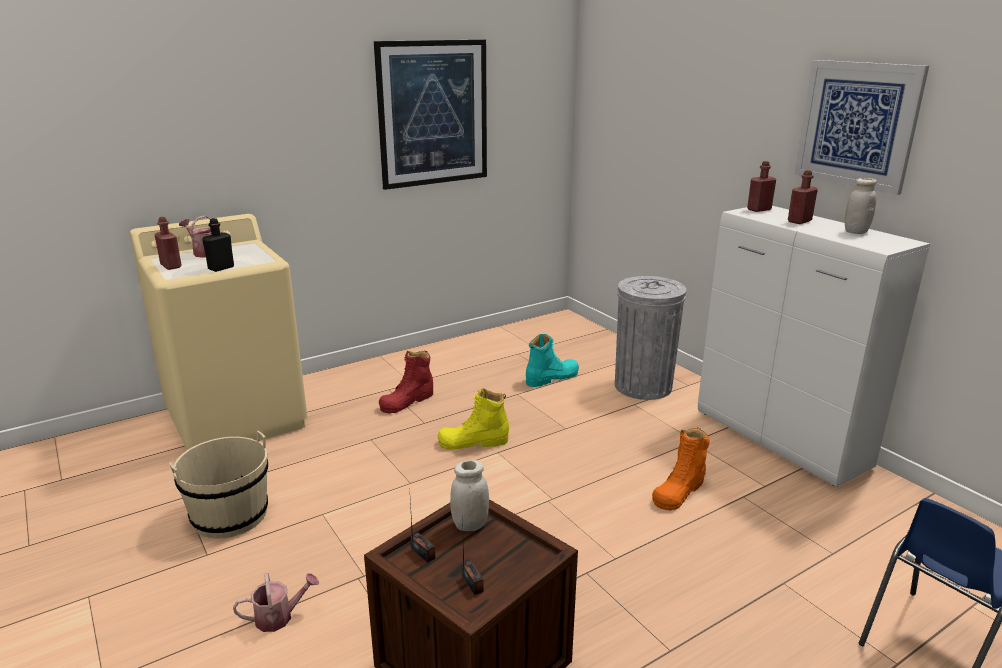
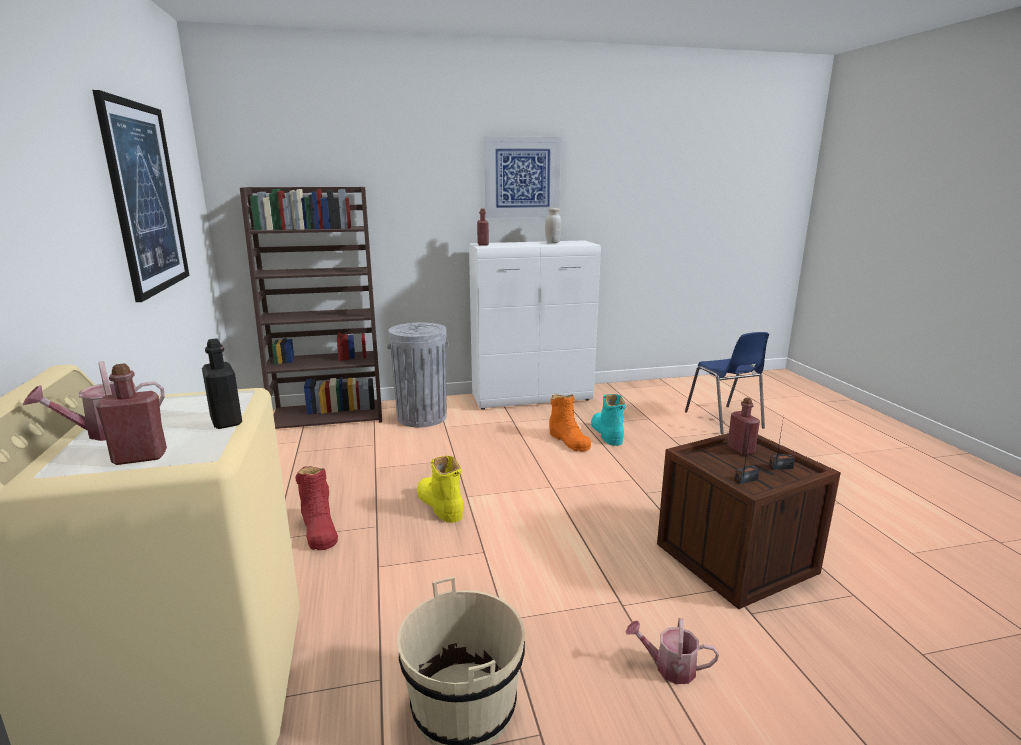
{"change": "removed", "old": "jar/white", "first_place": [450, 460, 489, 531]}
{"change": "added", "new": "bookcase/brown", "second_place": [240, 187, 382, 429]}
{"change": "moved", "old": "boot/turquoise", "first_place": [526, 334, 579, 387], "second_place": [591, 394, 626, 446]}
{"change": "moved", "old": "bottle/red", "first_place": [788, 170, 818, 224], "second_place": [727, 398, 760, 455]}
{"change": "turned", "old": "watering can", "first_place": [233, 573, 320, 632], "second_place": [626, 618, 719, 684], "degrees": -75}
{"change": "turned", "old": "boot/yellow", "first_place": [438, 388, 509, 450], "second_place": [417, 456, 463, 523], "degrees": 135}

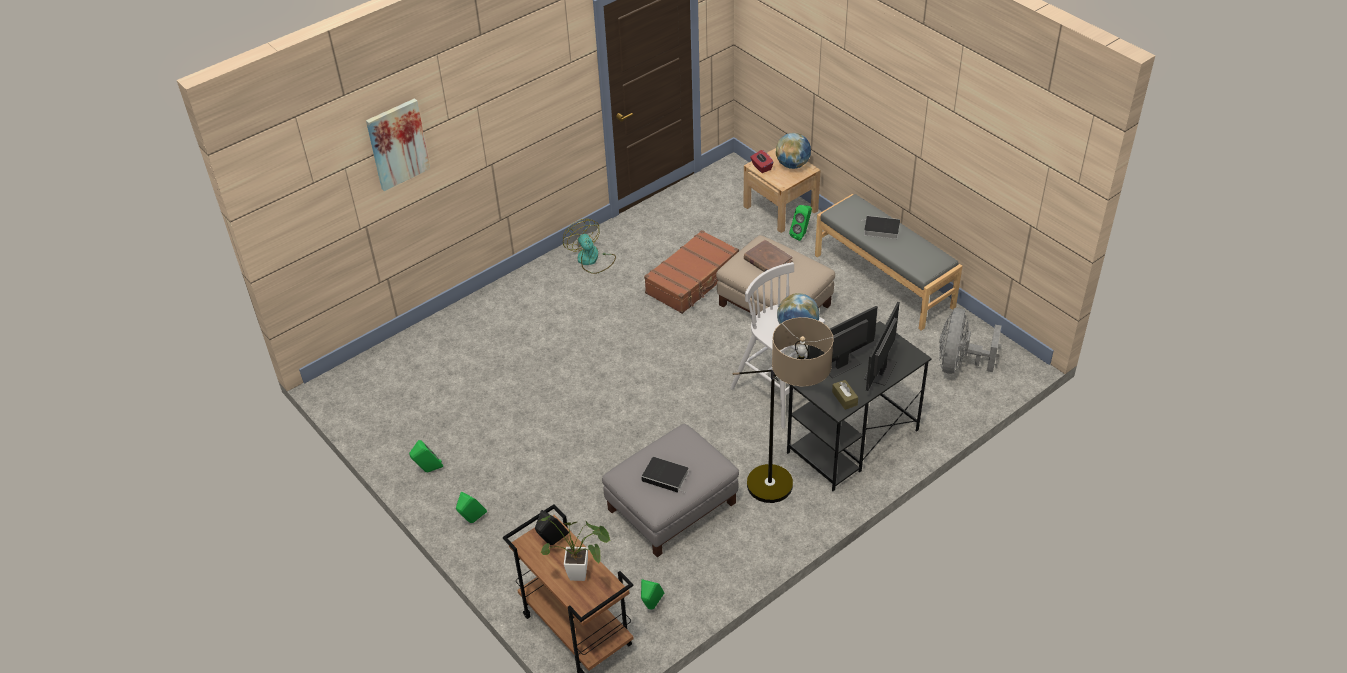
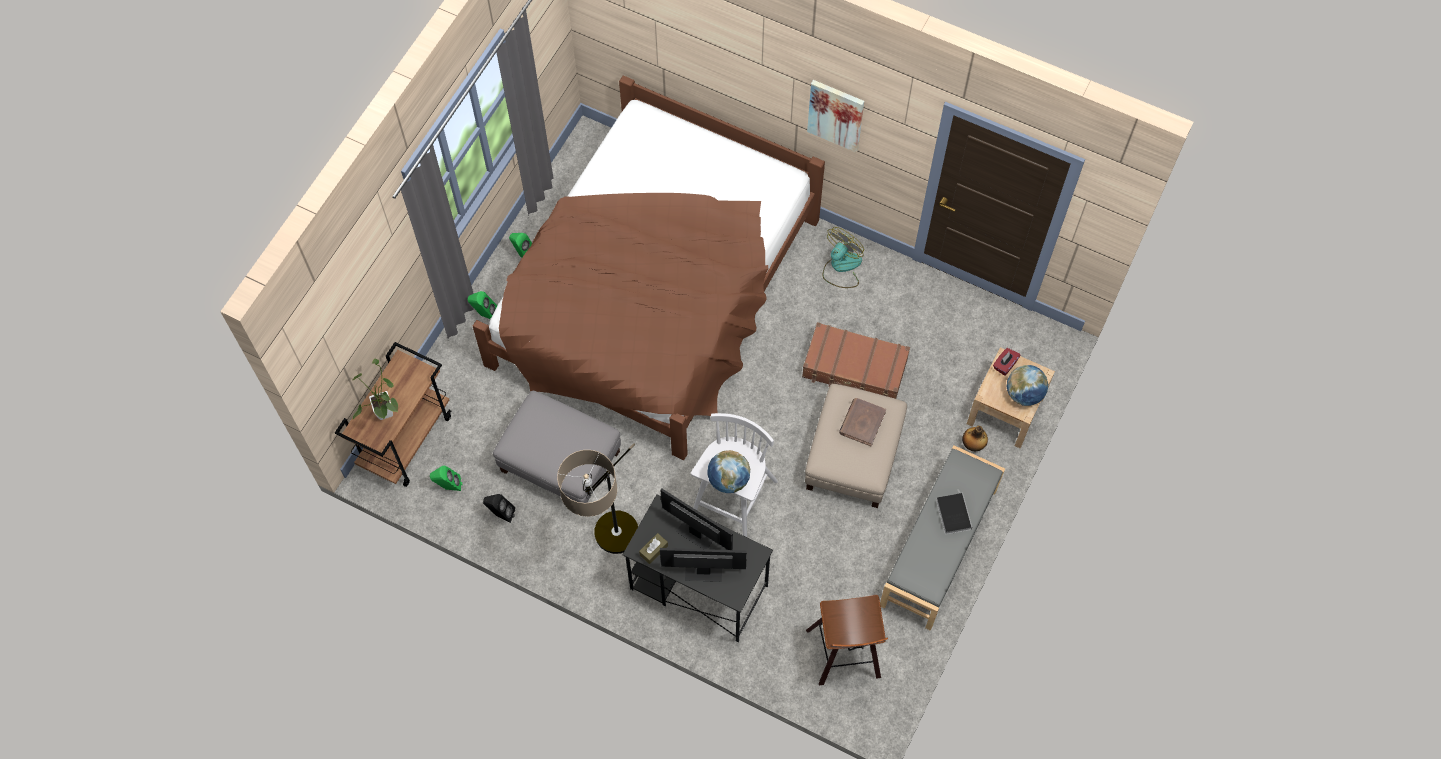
{"change": "removed", "old": "book", "first_place": [641, 457, 689, 494]}
{"change": "added", "new": "bed/brown", "second_place": [473, 75, 825, 460]}
{"change": "moved", "old": "picture", "first_place": [366, 98, 430, 191], "second_place": [807, 80, 864, 152]}
{"change": "moved", "old": "speaker/black", "first_place": [535, 510, 569, 545], "second_place": [483, 494, 515, 523]}
{"change": "replaced", "old": "speaker/green", "new": "bottle", "first_place": [789, 205, 812, 241], "second_place": [962, 425, 988, 451]}
{"change": "replaced", "old": "fan/grey", "new": "stool", "first_place": [939, 308, 1001, 374], "second_place": [806, 595, 888, 685]}

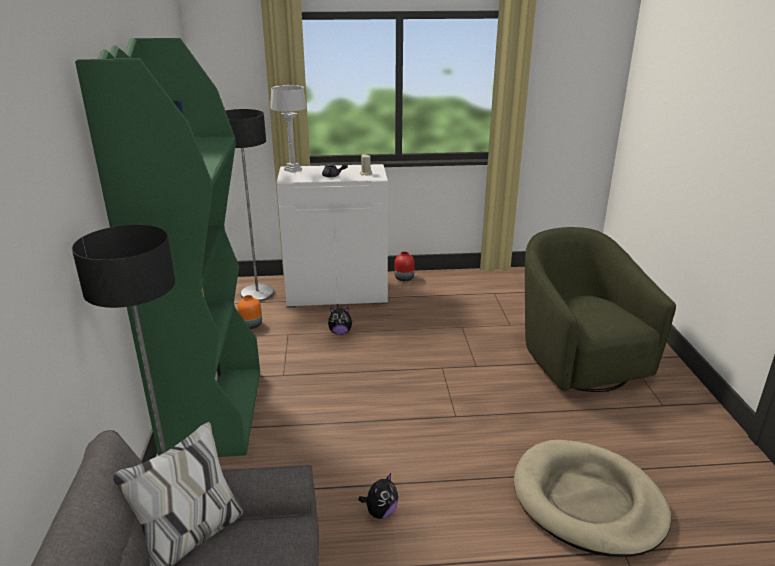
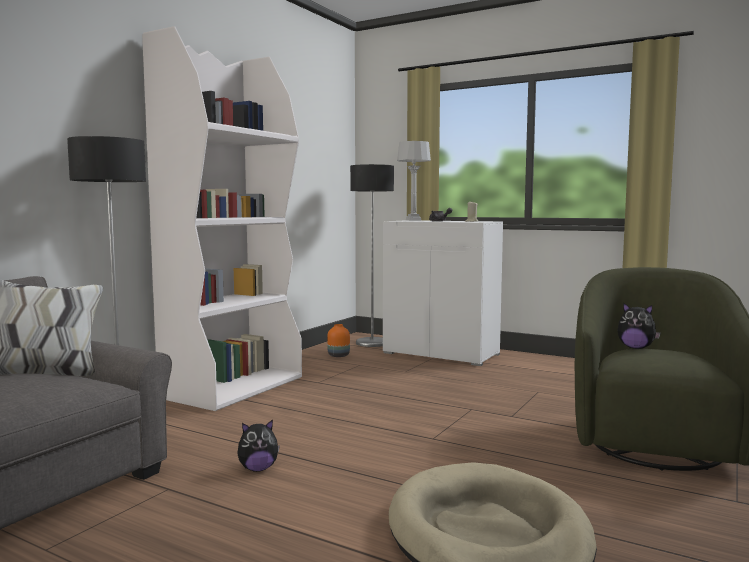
{"change": "removed", "old": "vase/red", "first_place": [394, 251, 415, 281]}
{"change": "moved", "old": "plush toy", "first_place": [328, 308, 354, 335], "second_place": [617, 303, 661, 349]}
{"change": "recoloured", "old": "bookcase/green", "new": "bookcase/white", "first_place": [75, 38, 260, 457], "second_place": [142, 26, 302, 411]}

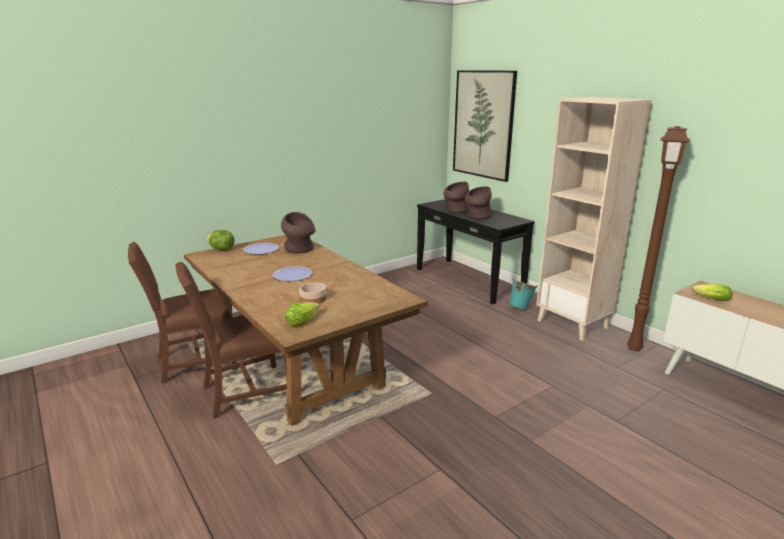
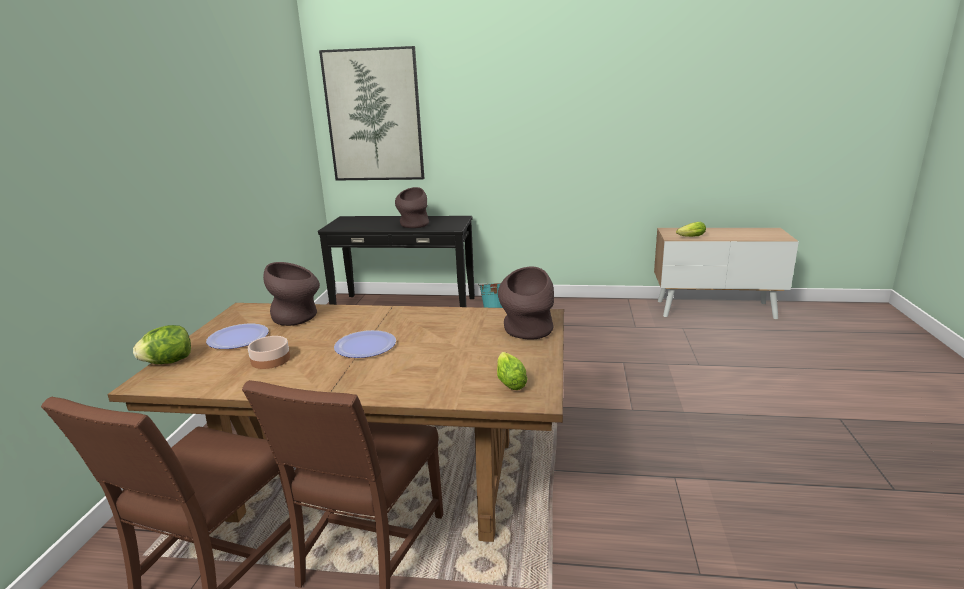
{"change": "removed", "old": "bookcase/beige", "first_place": [537, 97, 652, 341]}
{"change": "removed", "old": "floor lamp/brown", "first_place": [627, 126, 690, 352]}
{"change": "moved", "old": "bowl", "first_place": [299, 282, 326, 304], "second_place": [248, 336, 290, 369]}
{"change": "moved", "old": "vase/brown", "first_place": [444, 182, 469, 213], "second_place": [498, 267, 554, 340]}

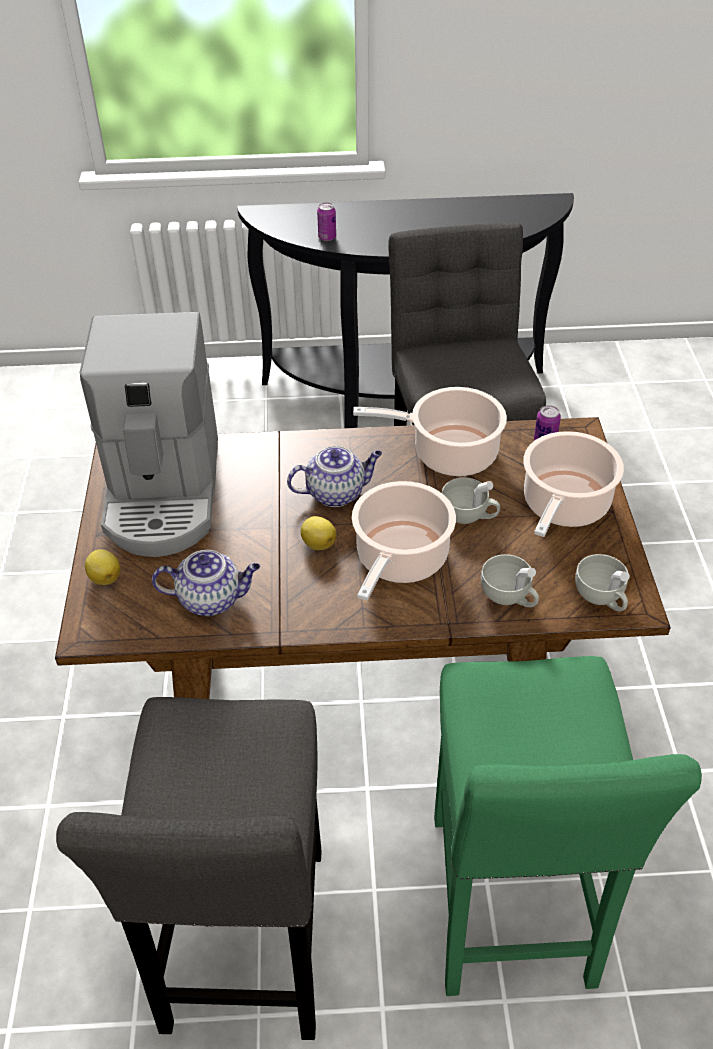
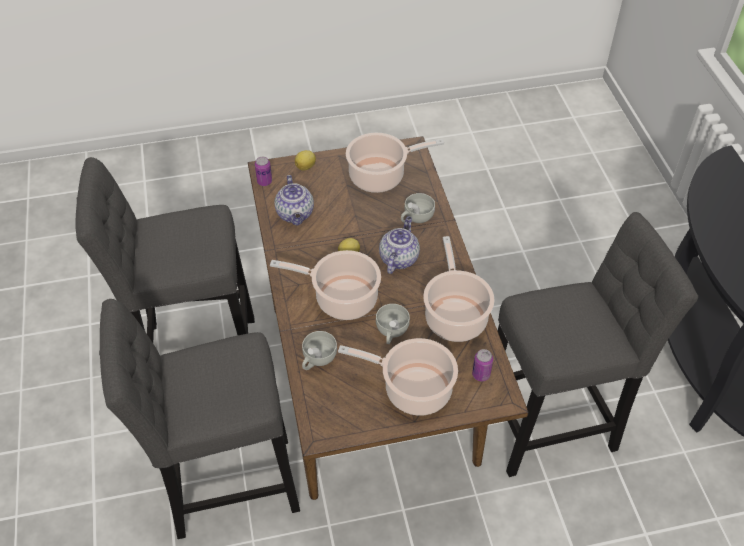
{"change": "moved", "old": "can", "first_place": [317, 203, 336, 241], "second_place": [255, 157, 272, 186]}
{"change": "moved", "old": "cup/white", "first_place": [575, 554, 630, 611], "second_place": [401, 193, 435, 223]}
{"change": "replaced", "old": "coffee machine", "new": "cooking pot", "first_place": [79, 312, 218, 557], "second_place": [346, 133, 444, 193]}
{"change": "recoloured", "old": "stool/green", "new": "stool/grey", "first_place": [434, 656, 702, 996], "second_place": [99, 299, 300, 539]}
{"change": "turned", "old": "teapot", "first_place": [287, 446, 382, 507], "second_place": [379, 217, 420, 274], "degrees": -135}

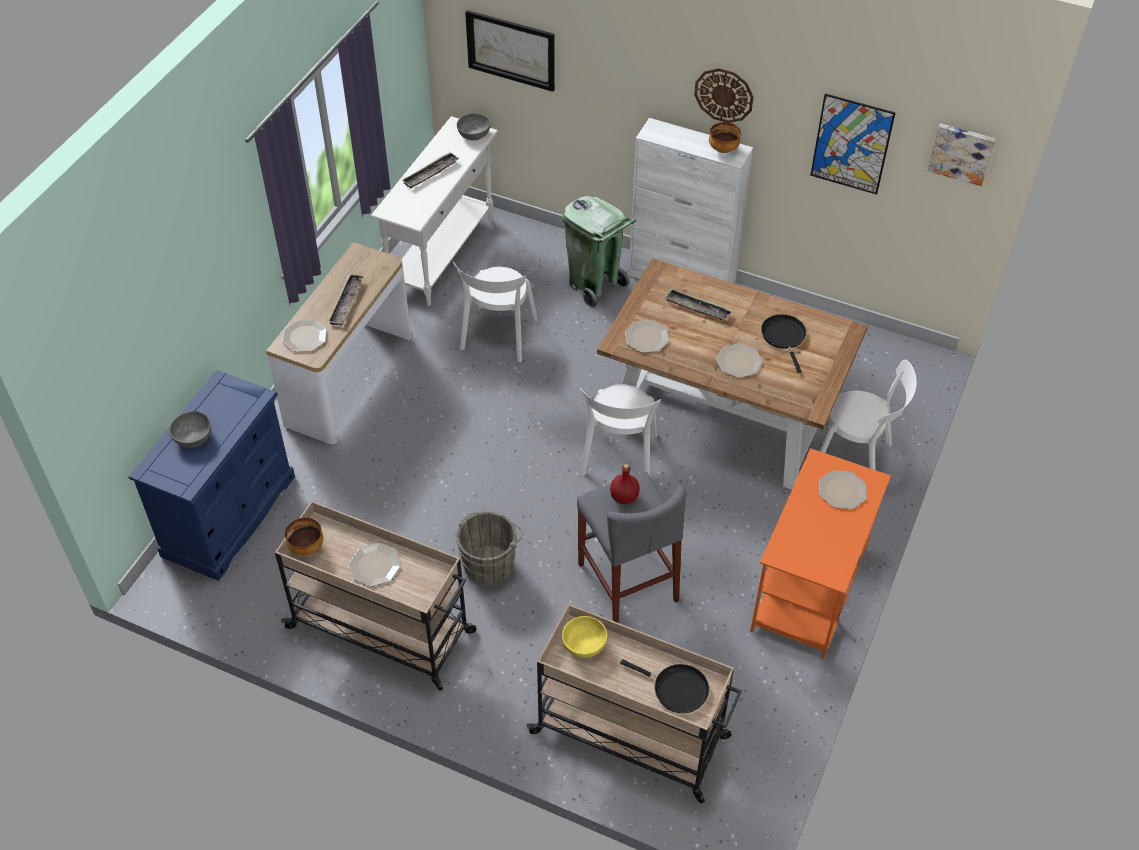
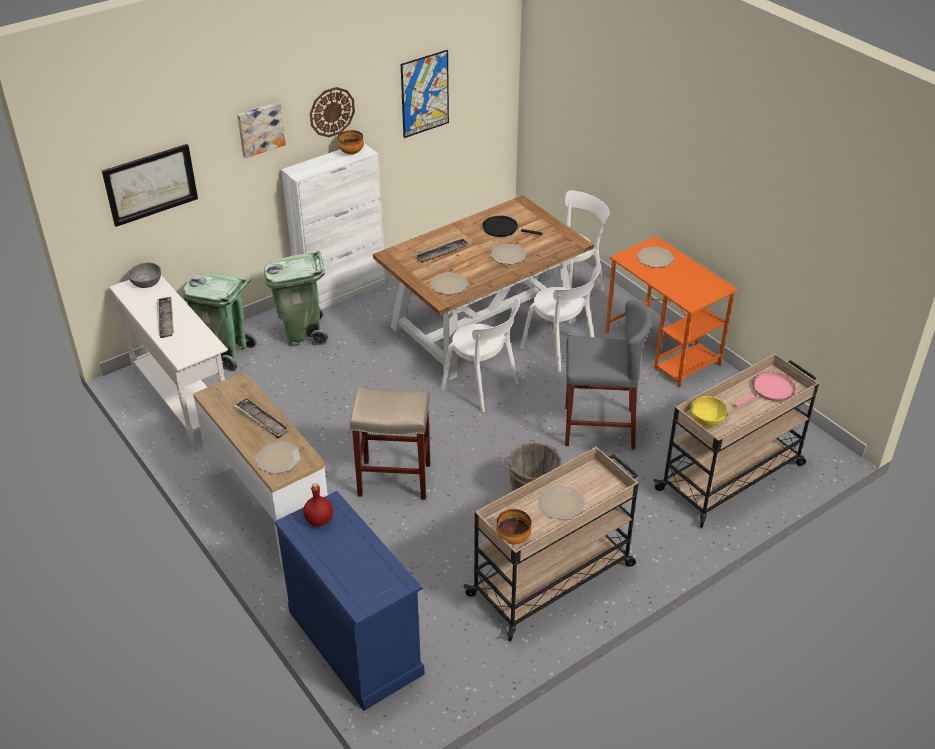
{"change": "removed", "old": "bowl/grey", "first_place": [169, 411, 211, 448]}
{"change": "added", "new": "trash can/green", "second_place": [183, 274, 257, 372]}
{"change": "added", "new": "stool/beige", "second_place": [350, 387, 430, 500]}
{"change": "moved", "old": "chair/white", "first_place": [453, 261, 538, 362], "second_place": [520, 263, 601, 372]}
{"change": "moved", "old": "bottle/red", "first_place": [610, 464, 640, 504], "second_place": [303, 483, 333, 527]}
{"change": "moved", "old": "picture", "first_place": [927, 123, 996, 186], "second_place": [237, 102, 286, 158]}
{"change": "recoloured", "old": "frying pan/black", "new": "frying pan/pink", "first_place": [620, 659, 709, 713], "second_place": [734, 372, 795, 407]}

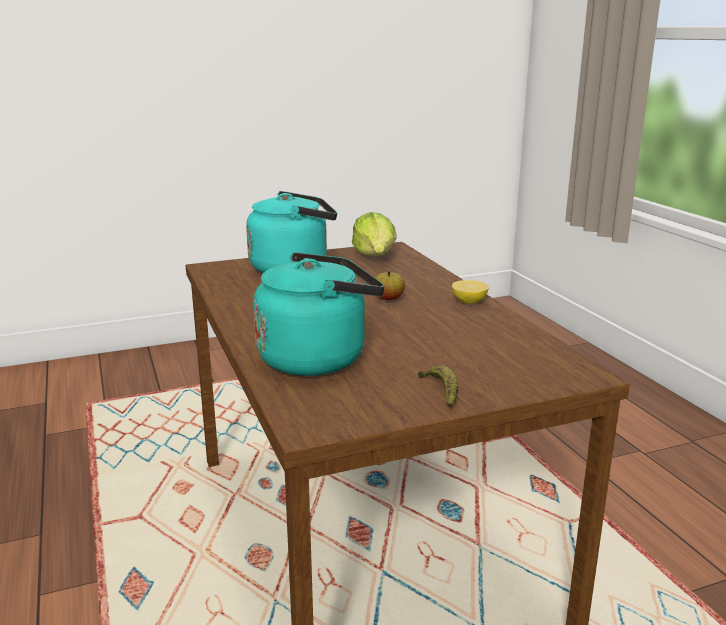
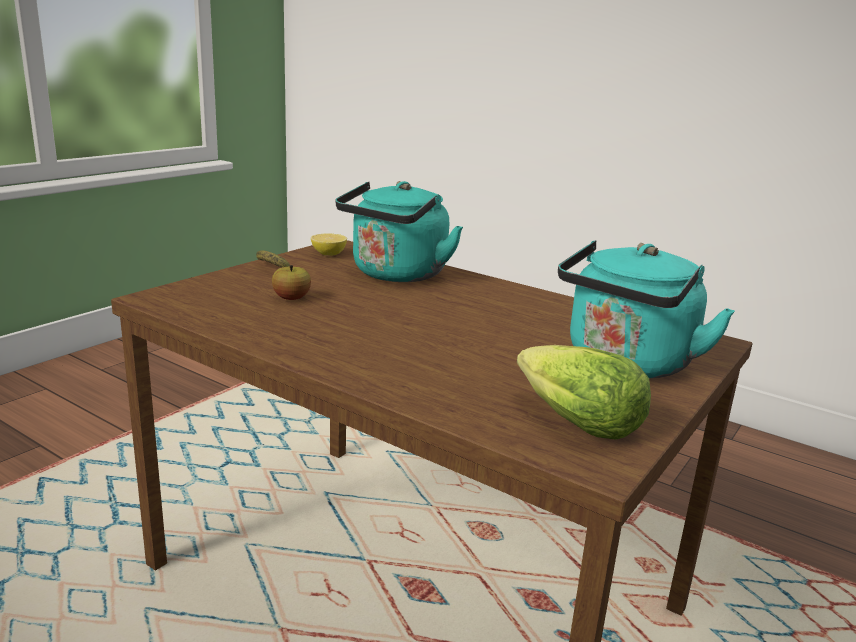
{"change": "moved", "old": "apple", "first_place": [375, 271, 405, 300], "second_place": [272, 265, 311, 300]}
{"change": "moved", "old": "lemon", "first_place": [452, 280, 489, 304], "second_place": [311, 233, 347, 256]}

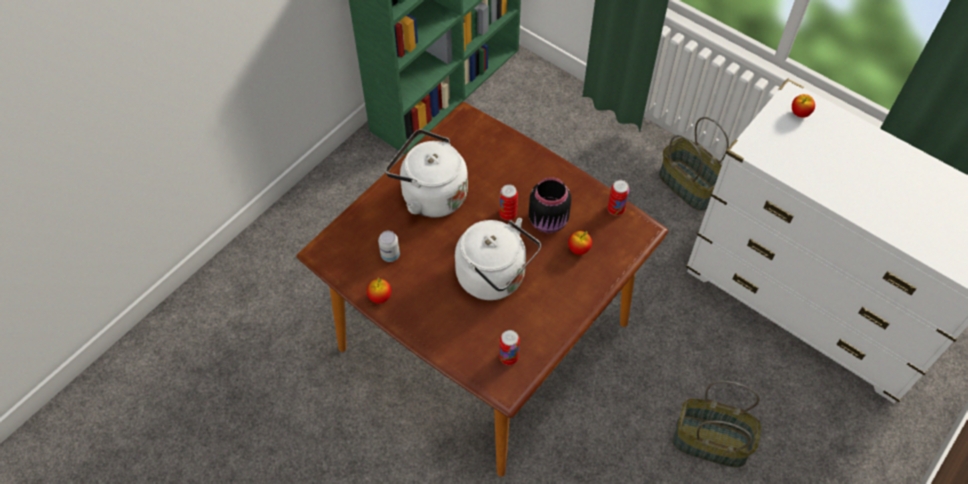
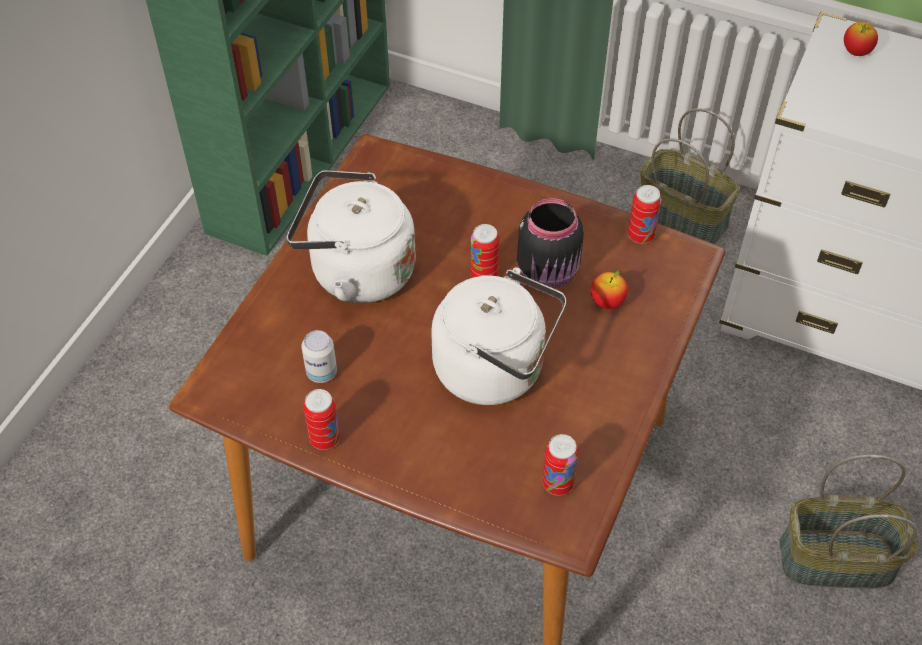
{"change": "replaced", "old": "apple", "new": "can", "first_place": [367, 277, 391, 303], "second_place": [303, 389, 340, 450]}

